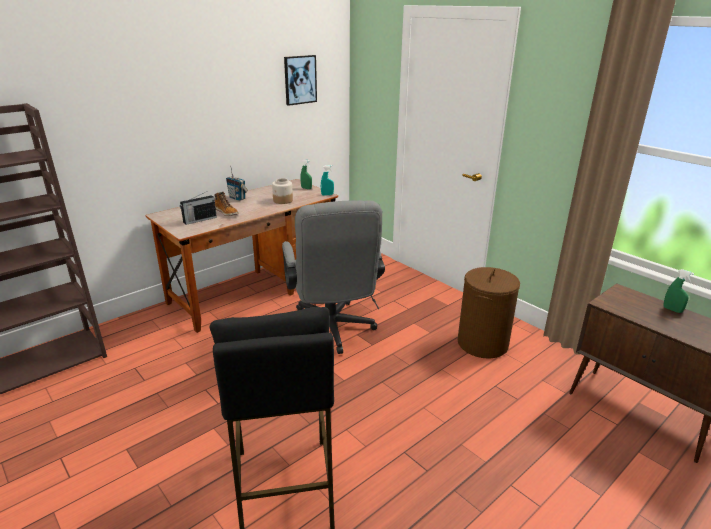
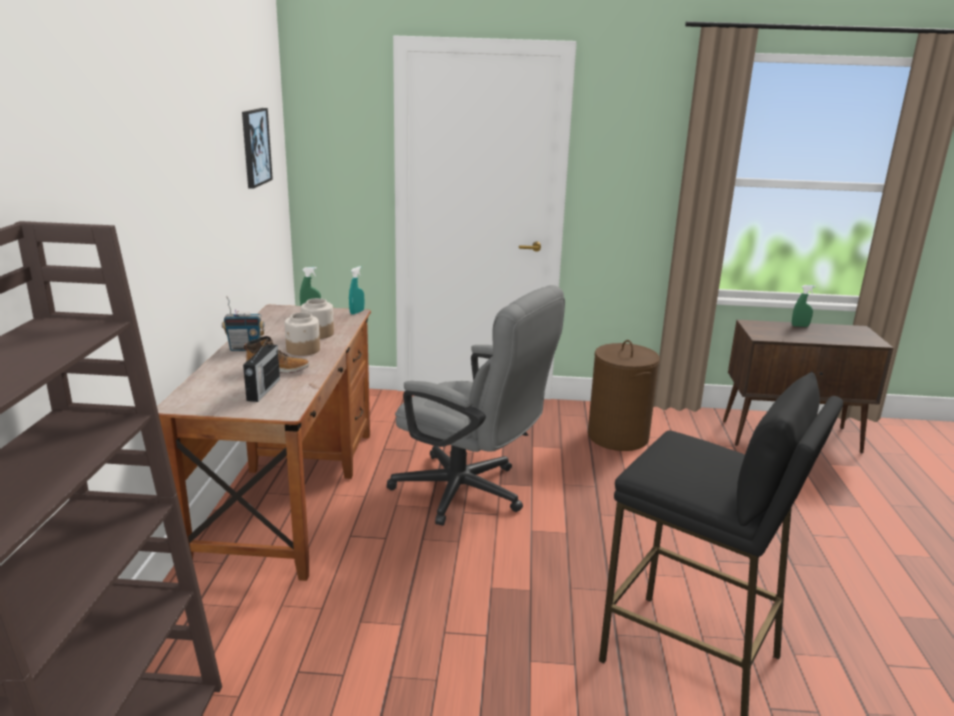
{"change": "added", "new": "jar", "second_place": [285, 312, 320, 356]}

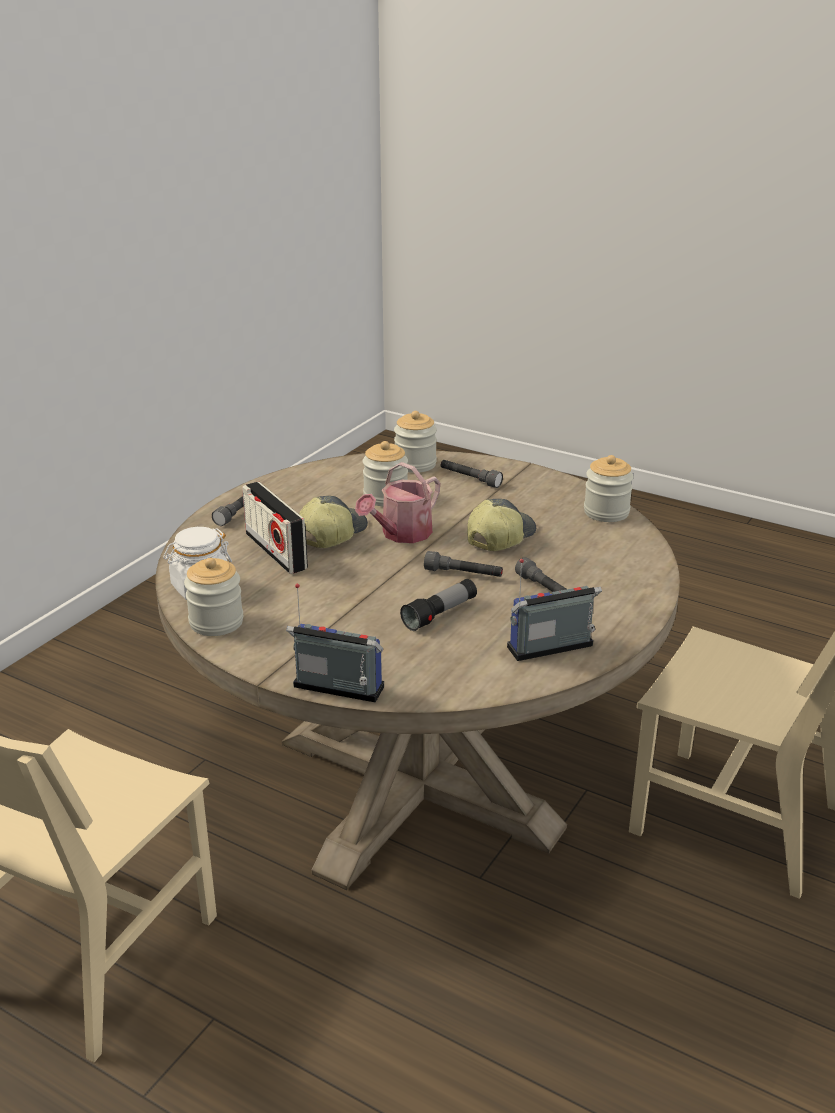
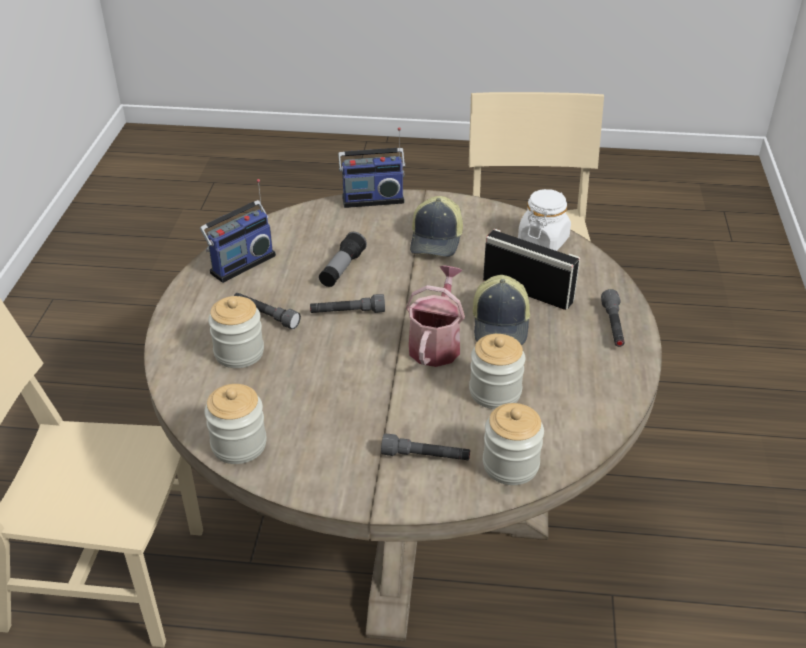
{"change": "moved", "old": "jar", "first_place": [184, 558, 243, 636], "second_place": [208, 296, 264, 368]}
{"change": "moved", "old": "cap", "first_place": [468, 499, 536, 551], "second_place": [410, 196, 463, 257]}

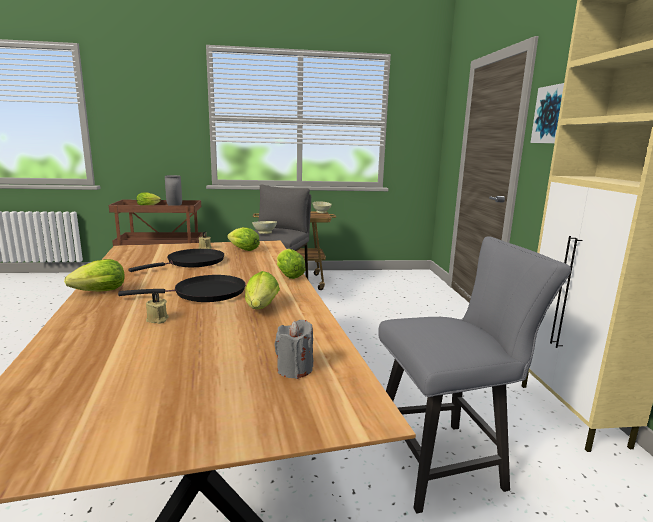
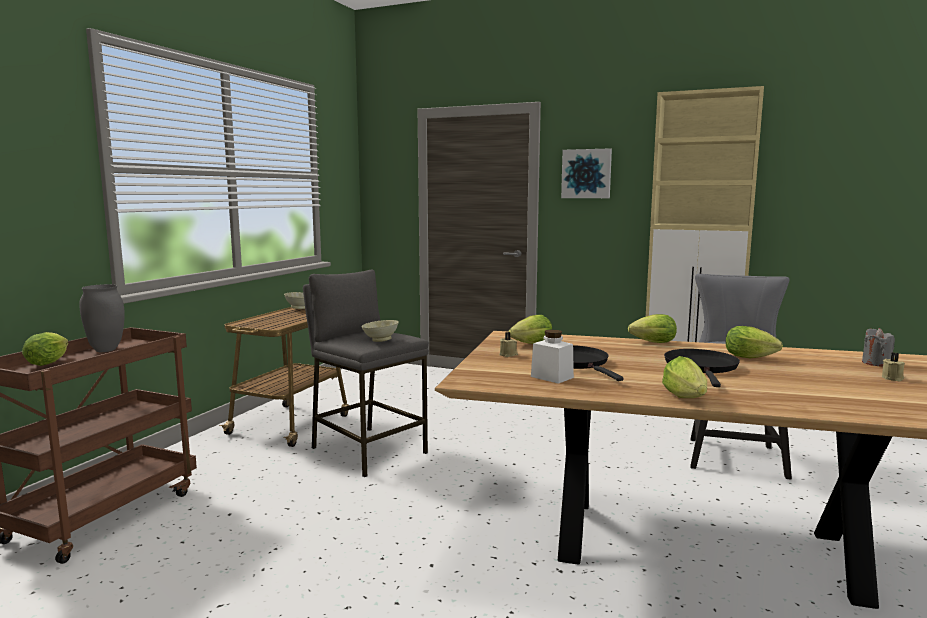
{"change": "added", "new": "jar/white", "second_place": [531, 329, 574, 384]}
{"change": "moved", "old": "candle/beige", "first_place": [146, 292, 169, 324], "second_place": [882, 352, 905, 382]}

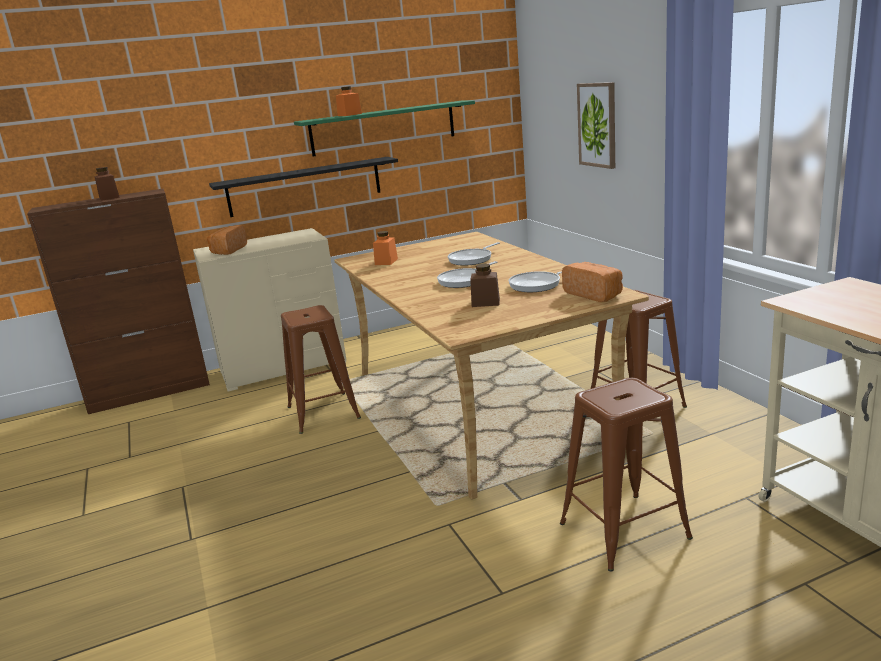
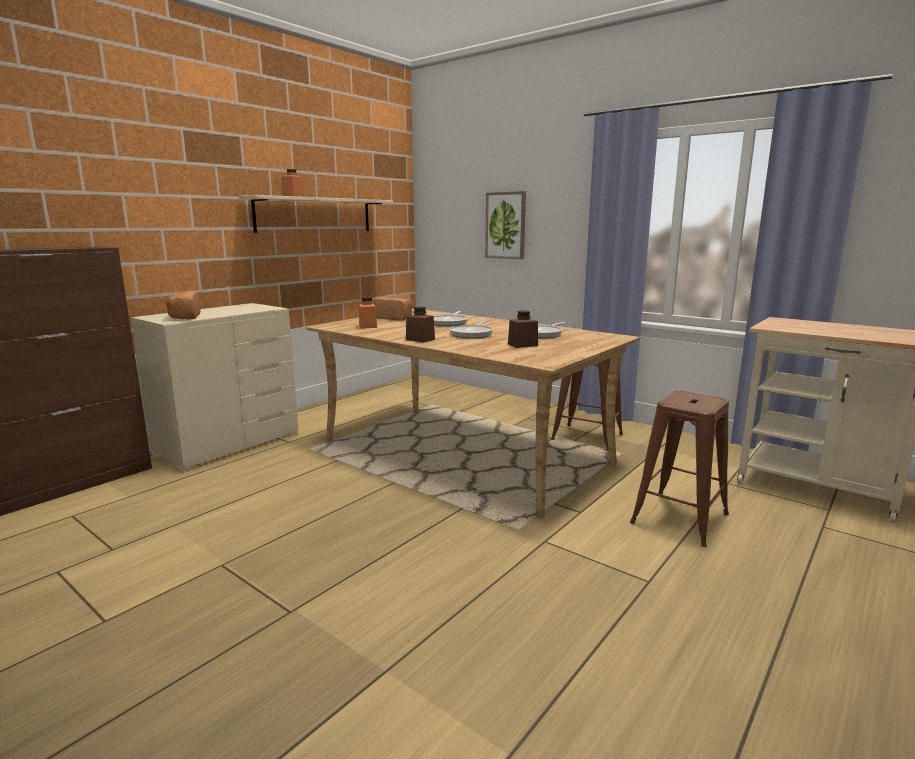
{"change": "removed", "old": "shelf/black", "first_place": [209, 157, 398, 217]}
{"change": "removed", "old": "stool/brown", "first_place": [281, 305, 361, 434]}
{"change": "moved", "old": "jar/brown", "first_place": [94, 167, 120, 200], "second_place": [406, 307, 435, 343]}
{"change": "moved", "old": "bread", "first_place": [562, 262, 623, 302], "second_place": [372, 298, 412, 321]}
{"change": "recoloured", "old": "shelf/green", "new": "shelf/beige", "first_place": [294, 101, 475, 156], "second_place": [239, 195, 393, 233]}

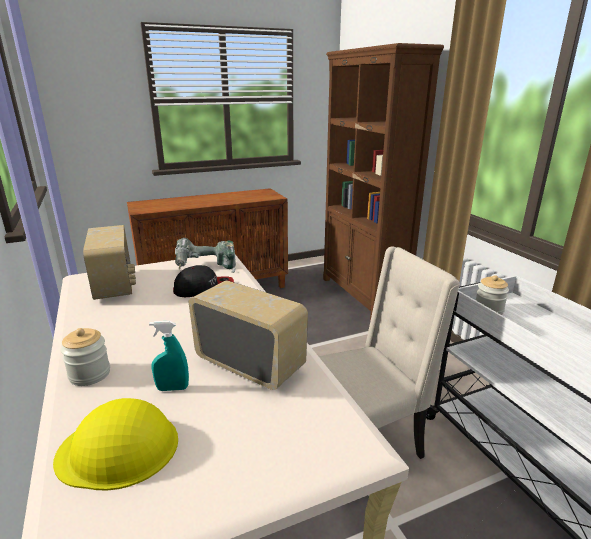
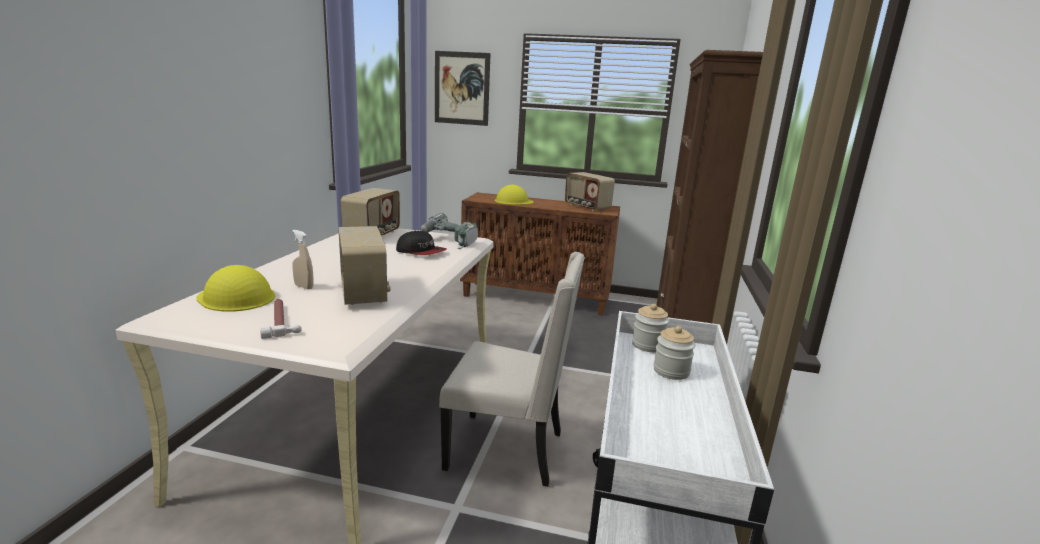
{"change": "added", "new": "hammer", "second_place": [260, 299, 302, 339]}
{"change": "added", "new": "picture", "second_place": [435, 51, 491, 126]}
{"change": "added", "new": "hard hat/yellow", "second_place": [495, 185, 533, 205]}
{"change": "added", "new": "radio", "second_place": [565, 172, 615, 211]}
{"change": "moved", "old": "jar", "first_place": [60, 328, 110, 386], "second_place": [653, 326, 695, 380]}
{"change": "recoloured", "old": "spray bottle/turquoise", "new": "spray bottle/beige", "first_place": [149, 321, 189, 391], "second_place": [292, 230, 314, 289]}

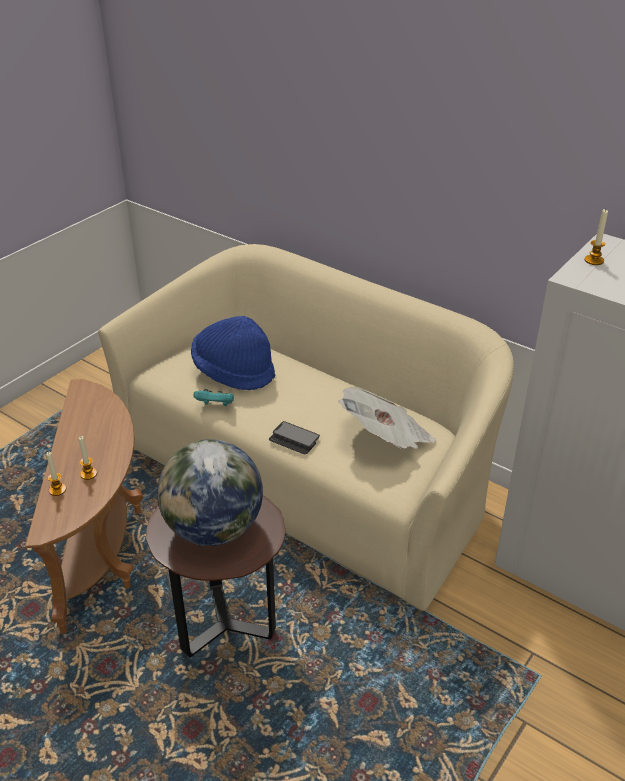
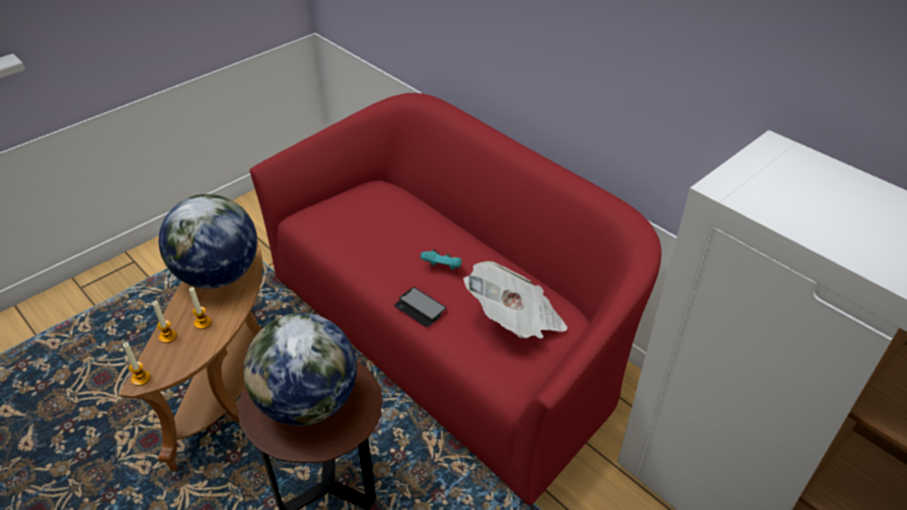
{"change": "removed", "old": "hat/blue", "first_place": [191, 316, 275, 390]}
{"change": "added", "new": "globe", "second_place": [159, 194, 257, 289]}
{"change": "moved", "old": "game controller/turquoise", "first_place": [194, 389, 234, 406], "second_place": [420, 249, 462, 270]}
{"change": "moved", "old": "candle", "first_place": [585, 209, 608, 265], "second_place": [123, 342, 150, 386]}
{"change": "recoloured", "old": "sofa/beige", "new": "sofa/red", "first_place": [98, 244, 514, 611], "second_place": [250, 93, 661, 505]}

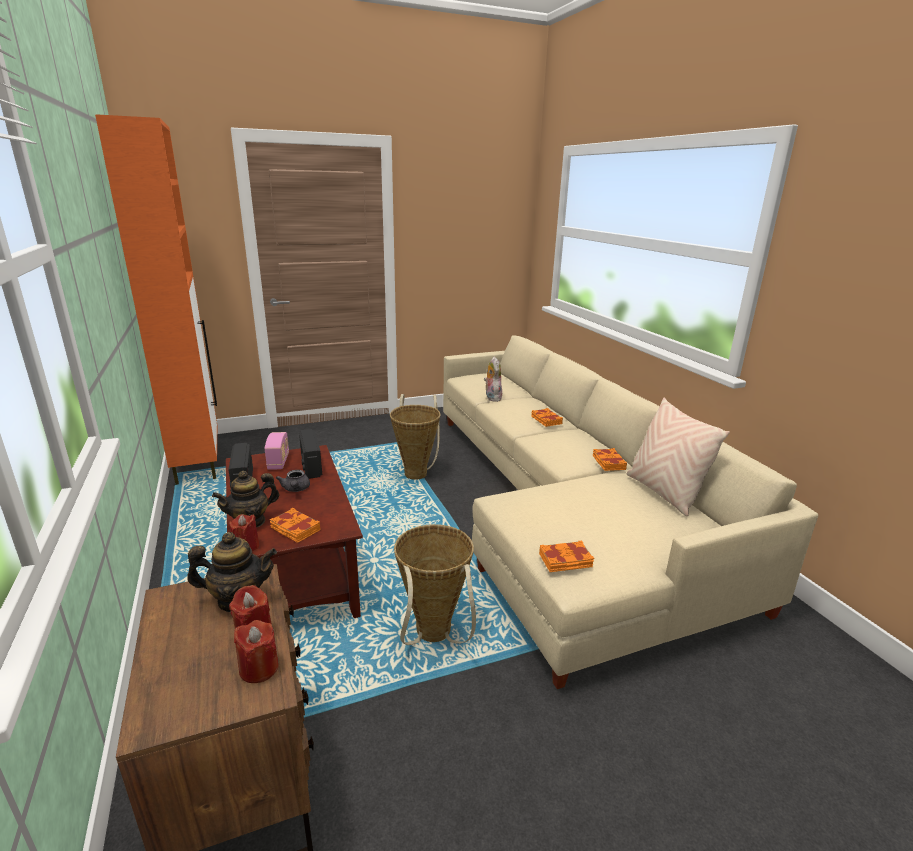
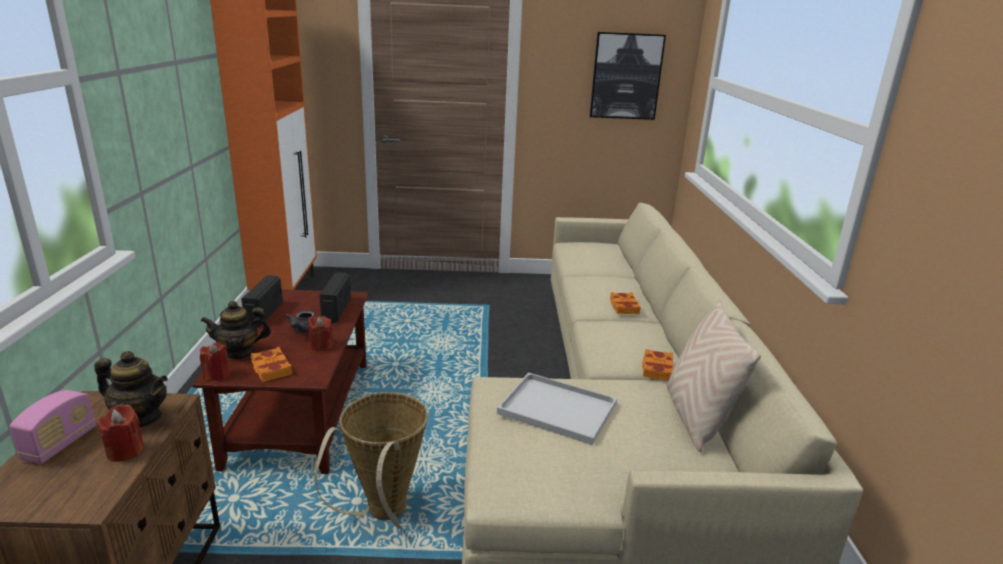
{"change": "removed", "old": "basket", "first_place": [390, 394, 440, 480]}
{"change": "removed", "old": "plush toy", "first_place": [484, 356, 502, 402]}
{"change": "removed", "old": "book/orange", "first_place": [539, 540, 594, 572]}
{"change": "added", "new": "tray/white", "second_place": [497, 372, 617, 445]}
{"change": "added", "new": "picture", "second_place": [590, 32, 666, 120]}
{"change": "moved", "old": "candle/red", "first_place": [234, 620, 279, 683], "second_place": [308, 316, 333, 351]}
{"change": "moved", "old": "radio", "first_place": [265, 432, 289, 470], "second_place": [10, 390, 96, 464]}

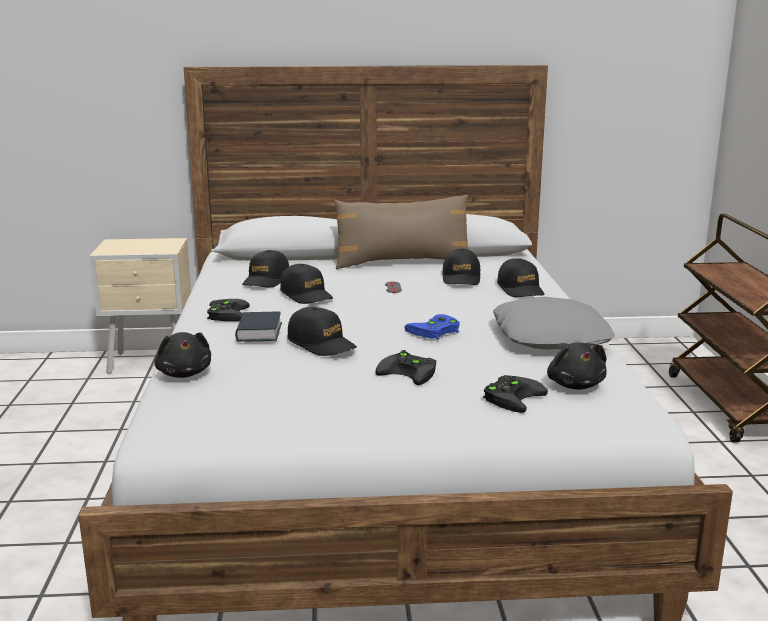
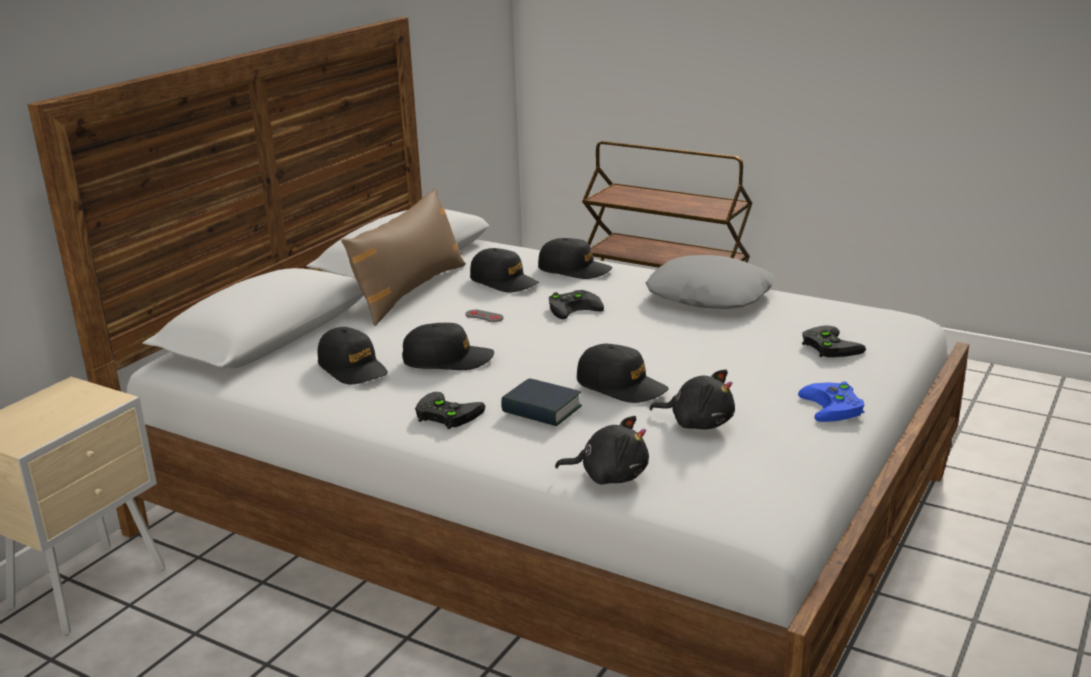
{"change": "moved", "old": "game controller/black", "first_place": [375, 350, 436, 385], "second_place": [549, 290, 604, 319]}
{"change": "moved", "old": "game controller/blue", "first_place": [405, 314, 460, 339], "second_place": [798, 382, 864, 422]}
{"change": "moved", "old": "plush toy/black", "first_place": [547, 343, 607, 390], "second_place": [649, 369, 735, 429]}
{"change": "turned", "old": "cap/black", "first_place": [287, 307, 357, 356], "second_place": [577, 344, 669, 403], "degrees": 45}

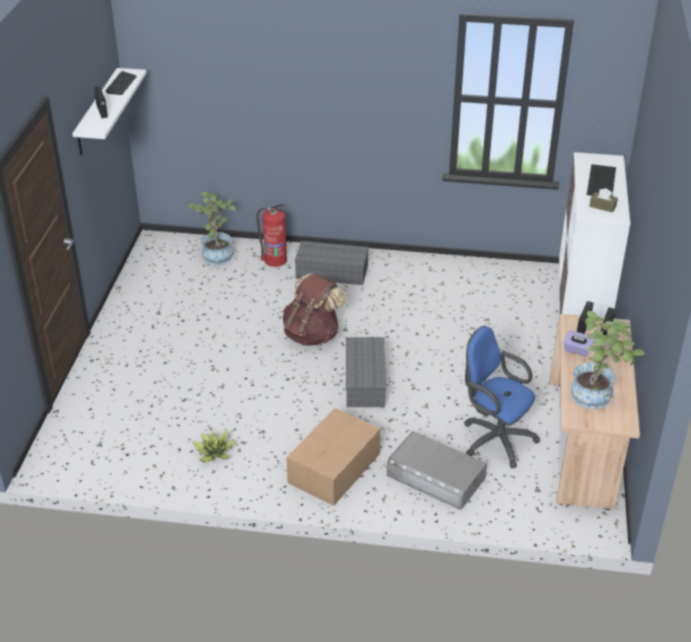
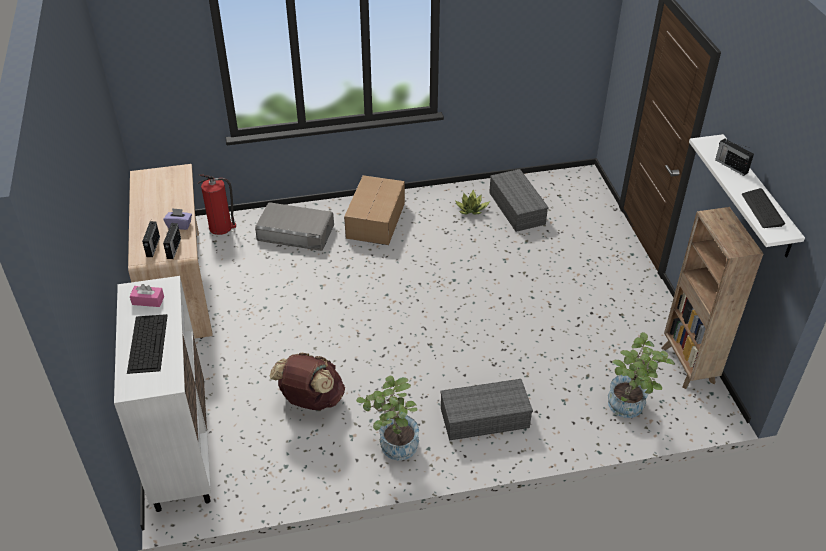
{"change": "removed", "old": "office chair/blue", "first_place": [464, 326, 540, 468]}
{"change": "added", "new": "bookcase/brown", "second_place": [661, 207, 764, 389]}
{"change": "moved", "old": "fire extinguisher", "first_place": [257, 204, 288, 267], "second_place": [198, 174, 236, 235]}
{"change": "moved", "old": "backpack/brown", "first_place": [283, 273, 346, 346], "second_place": [270, 353, 345, 410]}
{"change": "moved", "old": "storage box/grey", "first_place": [346, 337, 386, 407], "second_place": [489, 169, 549, 232]}
{"change": "moved", "old": "potted plant", "first_place": [571, 311, 645, 409], "second_place": [356, 375, 419, 461]}
{"change": "recoloured", "old": "tissue box/brown", "new": "tissue box/pink", "first_place": [589, 188, 618, 212], "second_place": [130, 284, 164, 307]}

